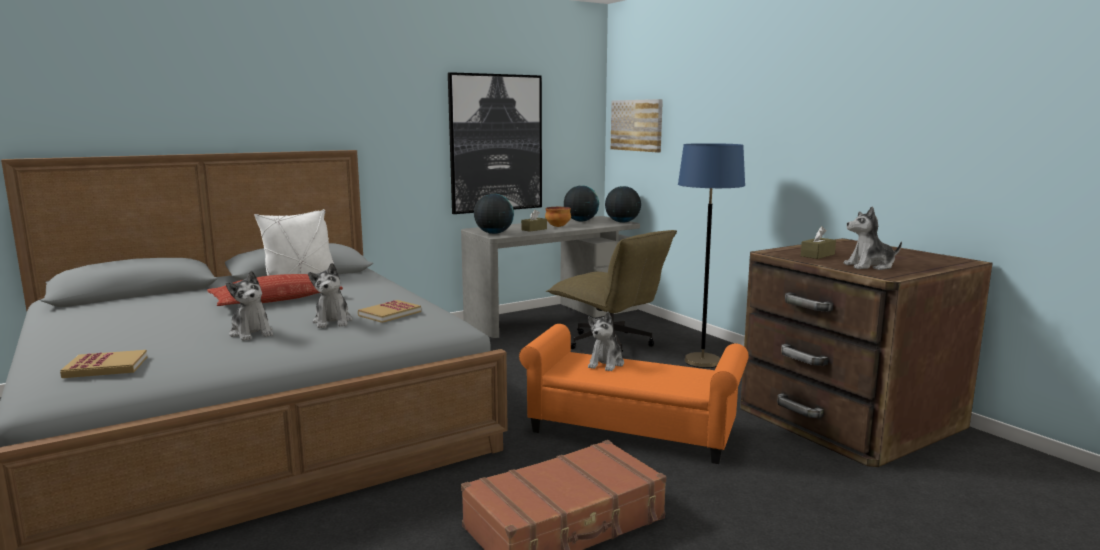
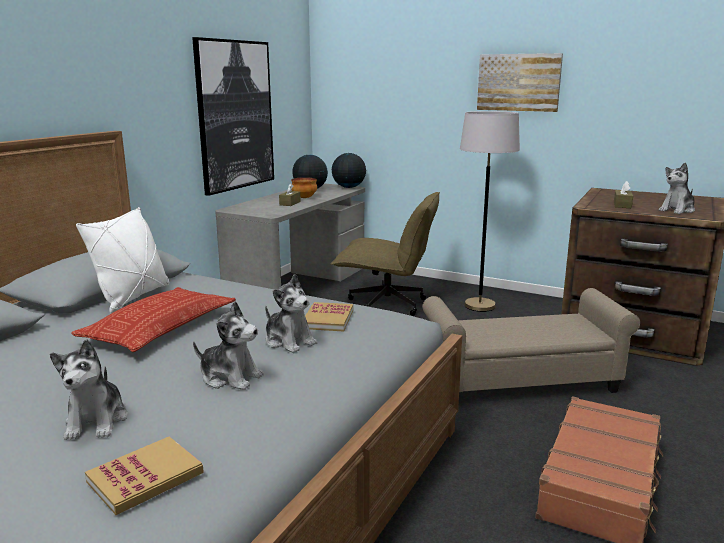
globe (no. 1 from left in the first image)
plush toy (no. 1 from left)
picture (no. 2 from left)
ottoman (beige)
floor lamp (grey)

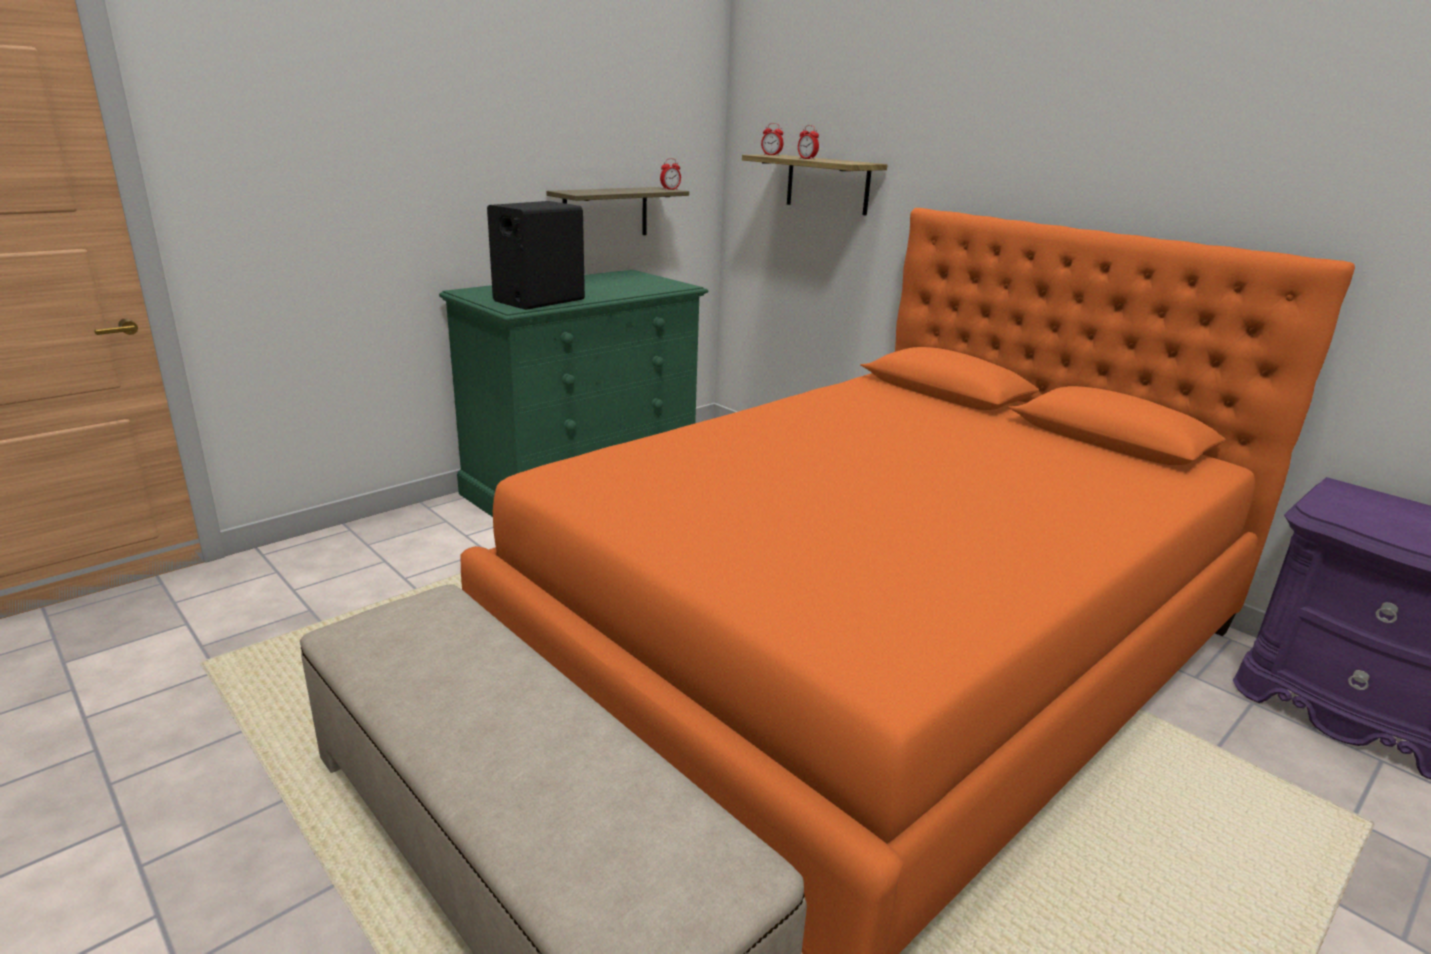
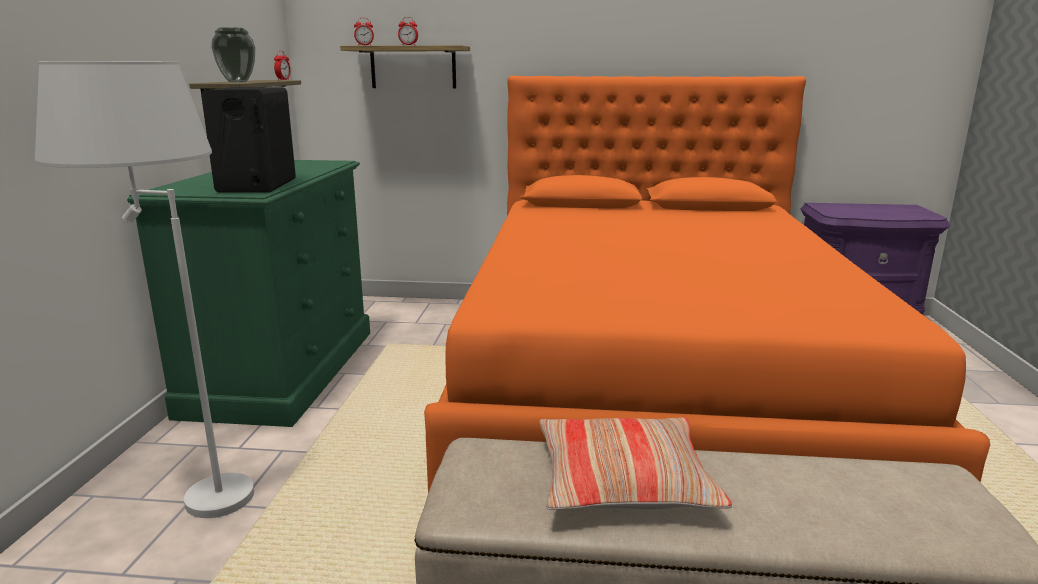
floor lamp (white)
vase
pillow

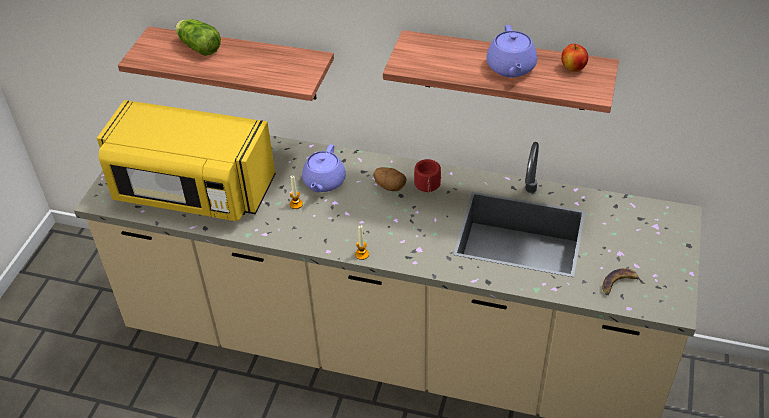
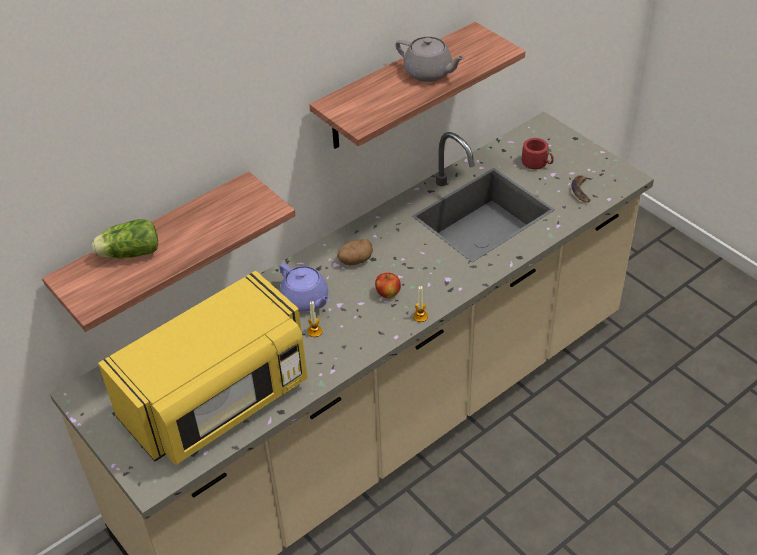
mug (red)
apple
teapot (grey)

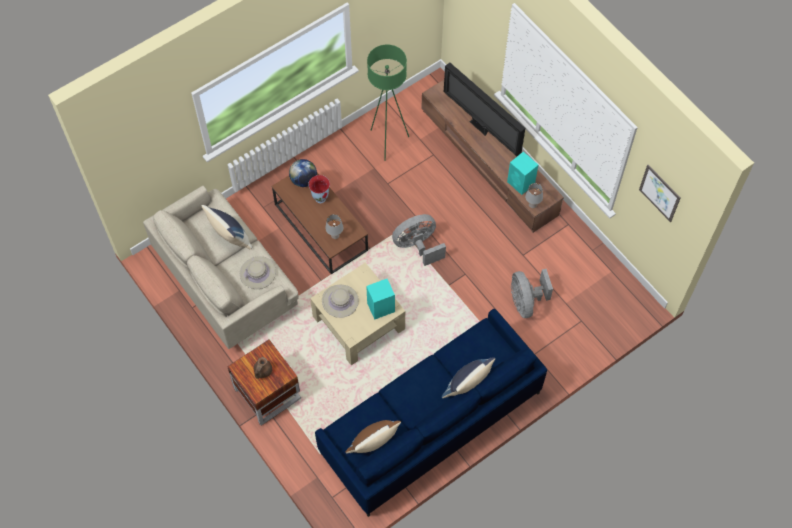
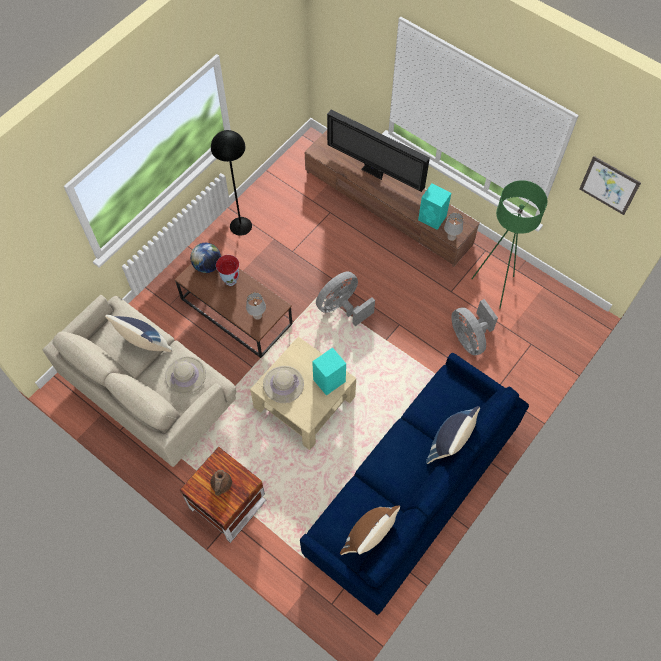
floor lamp (black)
floor lamp (green)

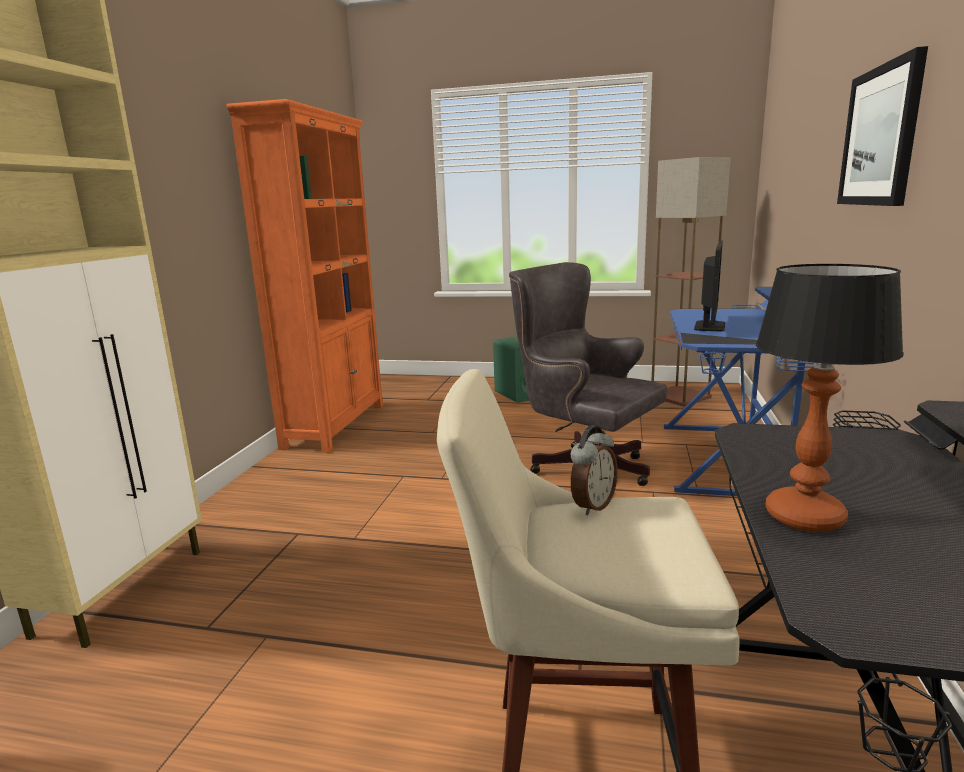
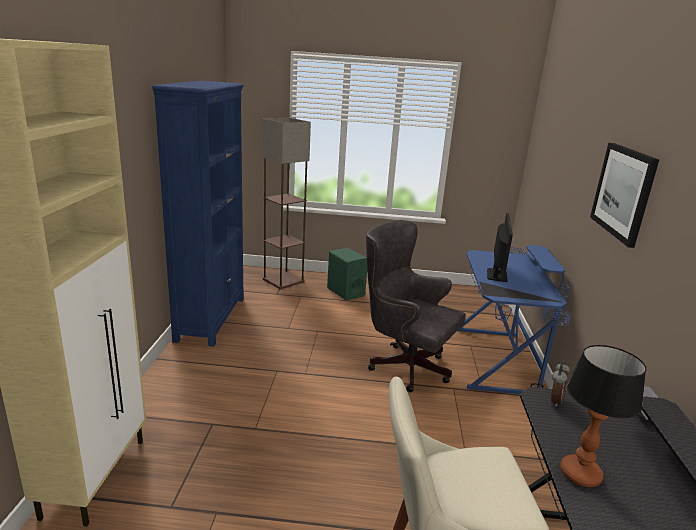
alarm clock
floor lamp
bookcase (blue)

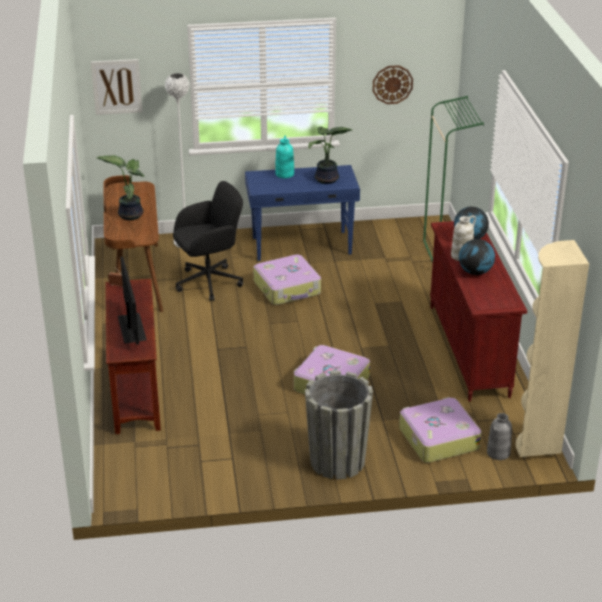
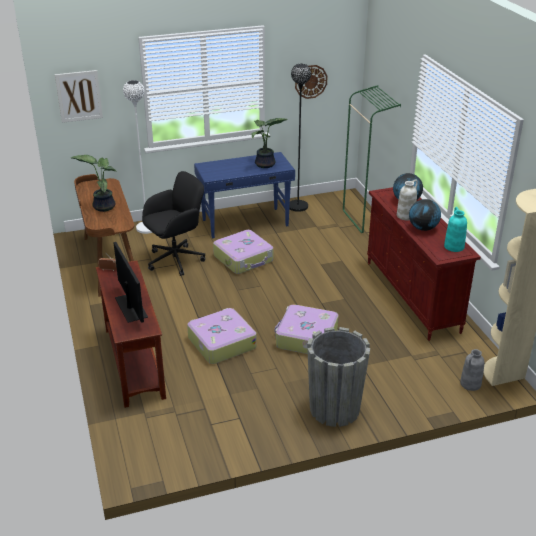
floor lamp (black)
vase (turquoise)
suitcase (no. 1 from left)

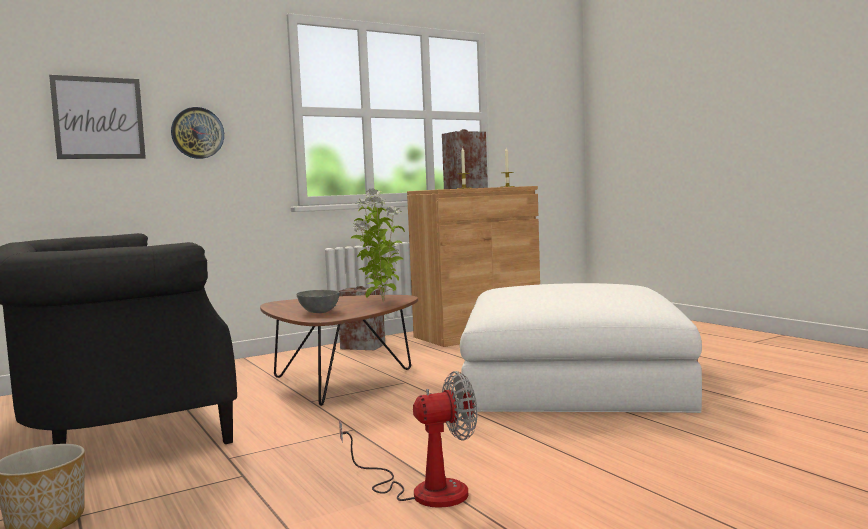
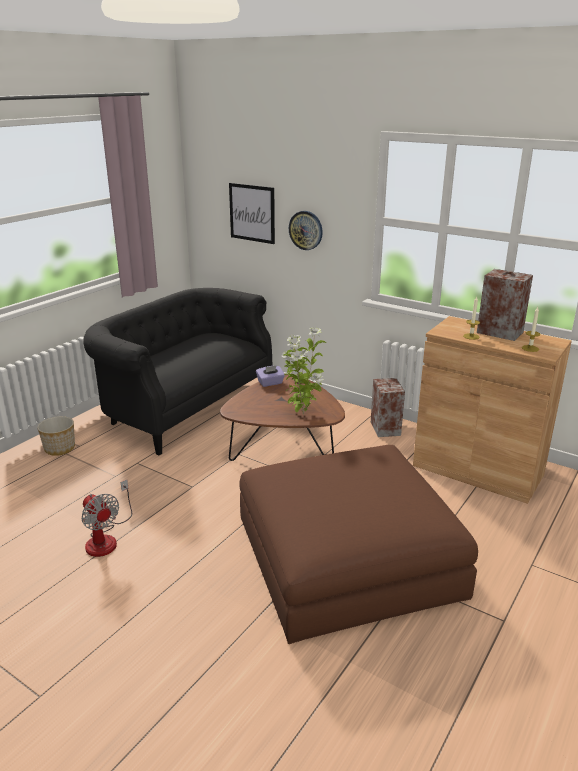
bowl (grey)
tissue box (purple)
ottoman (brown)

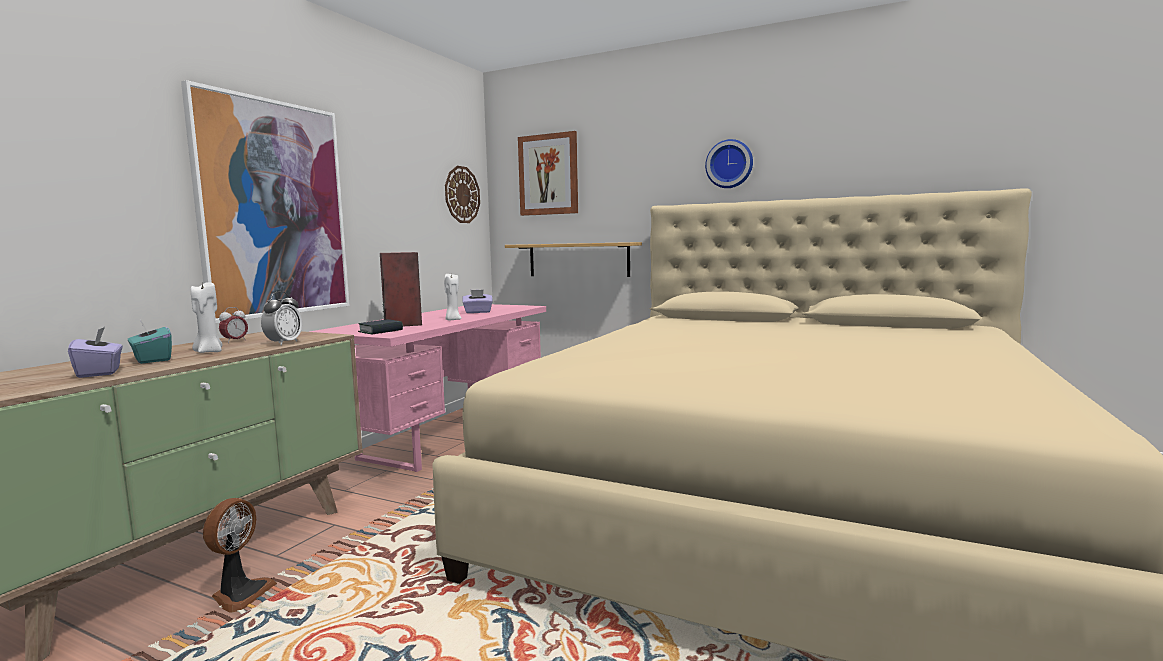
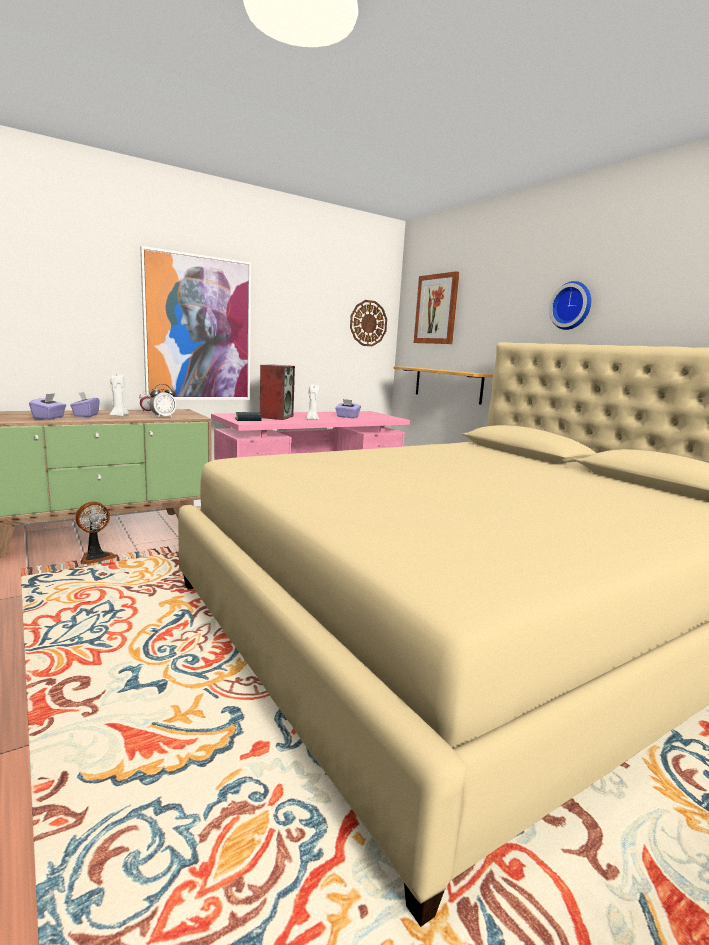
tissue box (purple) (no. 2 from left)

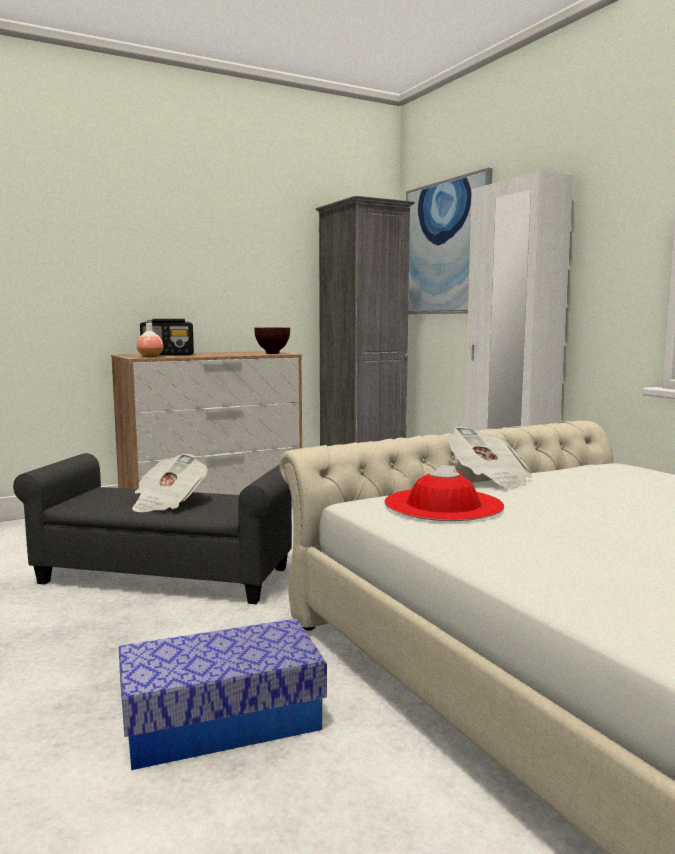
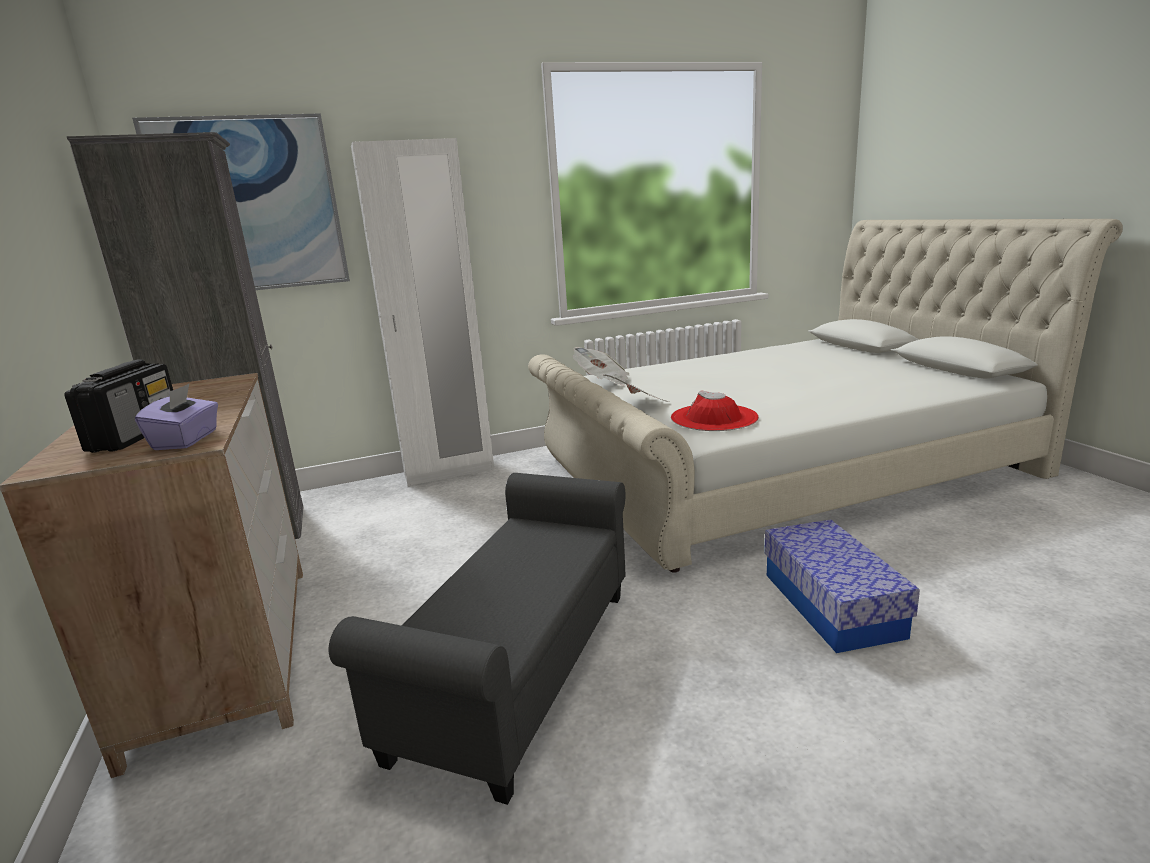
bowl (brown)
newspaper (no. 1 from left)
tissue box (purple)

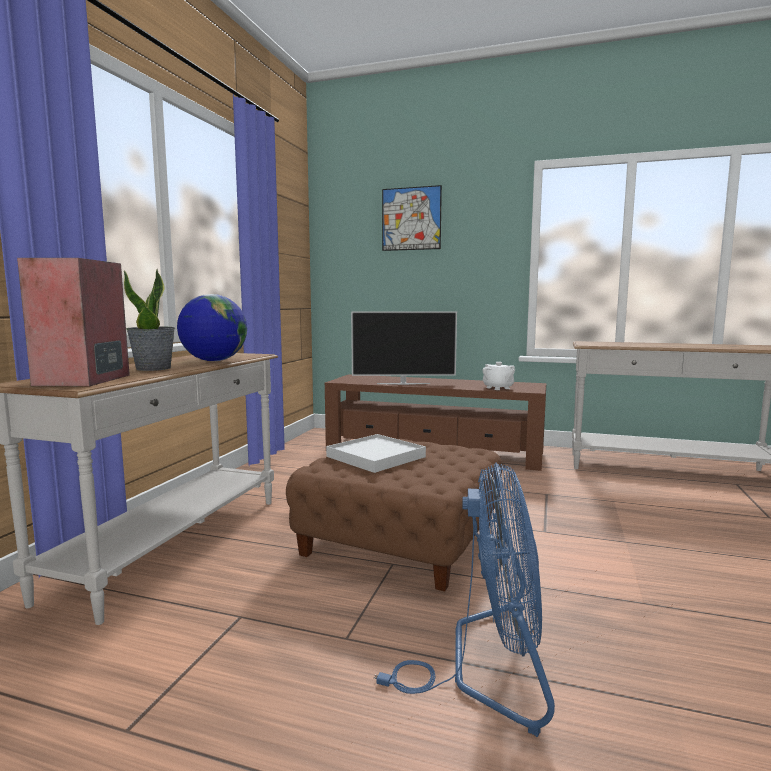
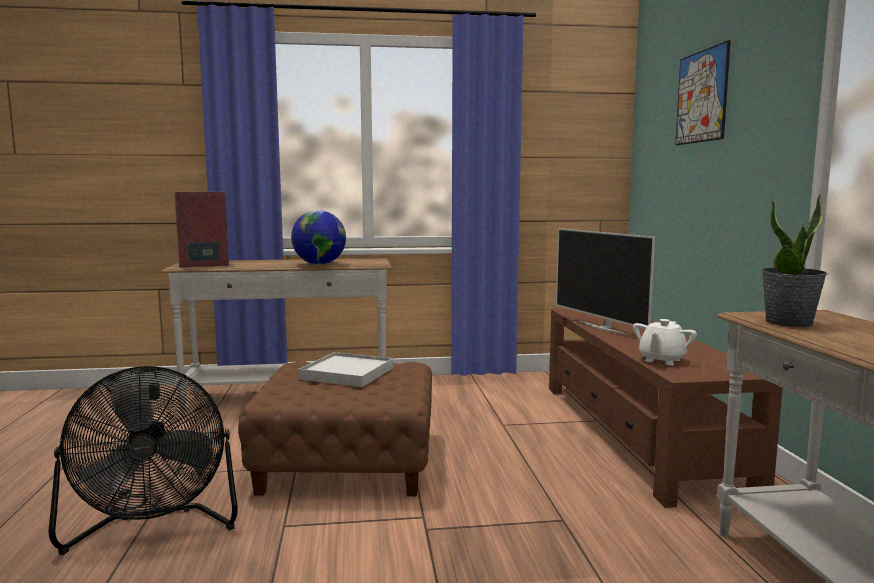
potted plant
fan (black)

